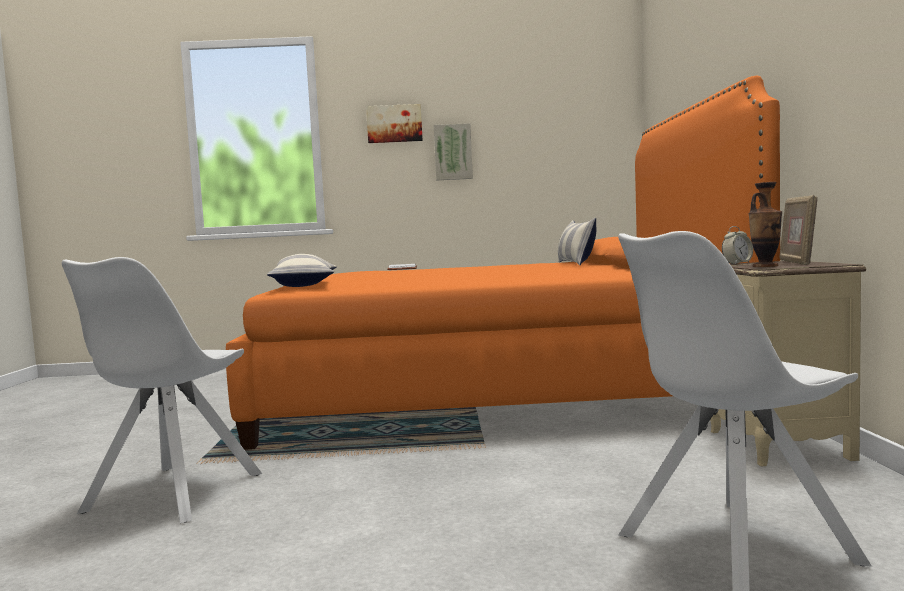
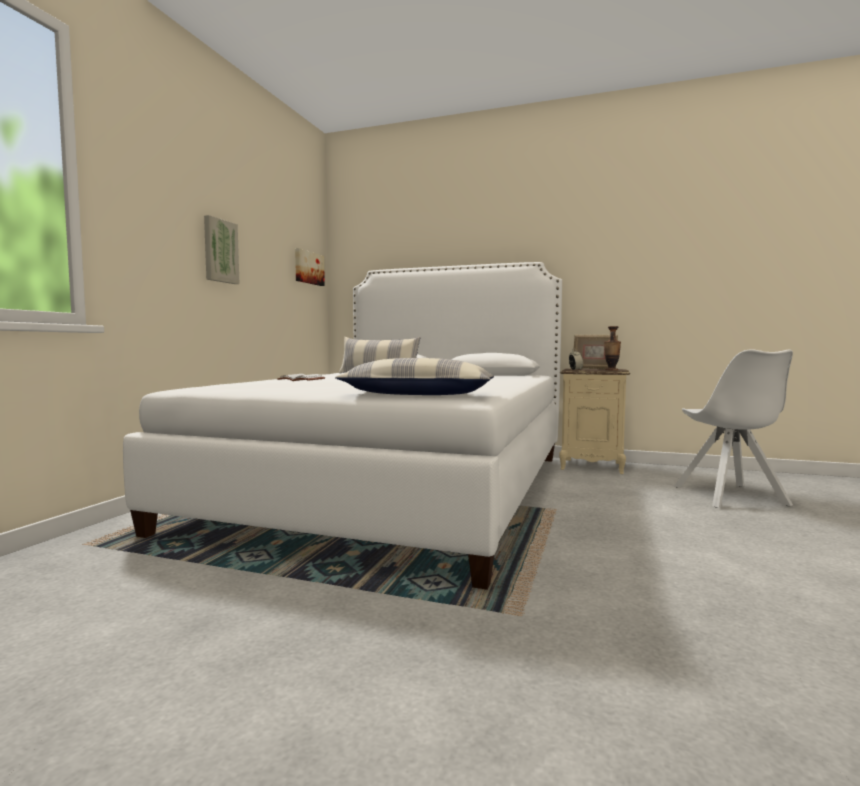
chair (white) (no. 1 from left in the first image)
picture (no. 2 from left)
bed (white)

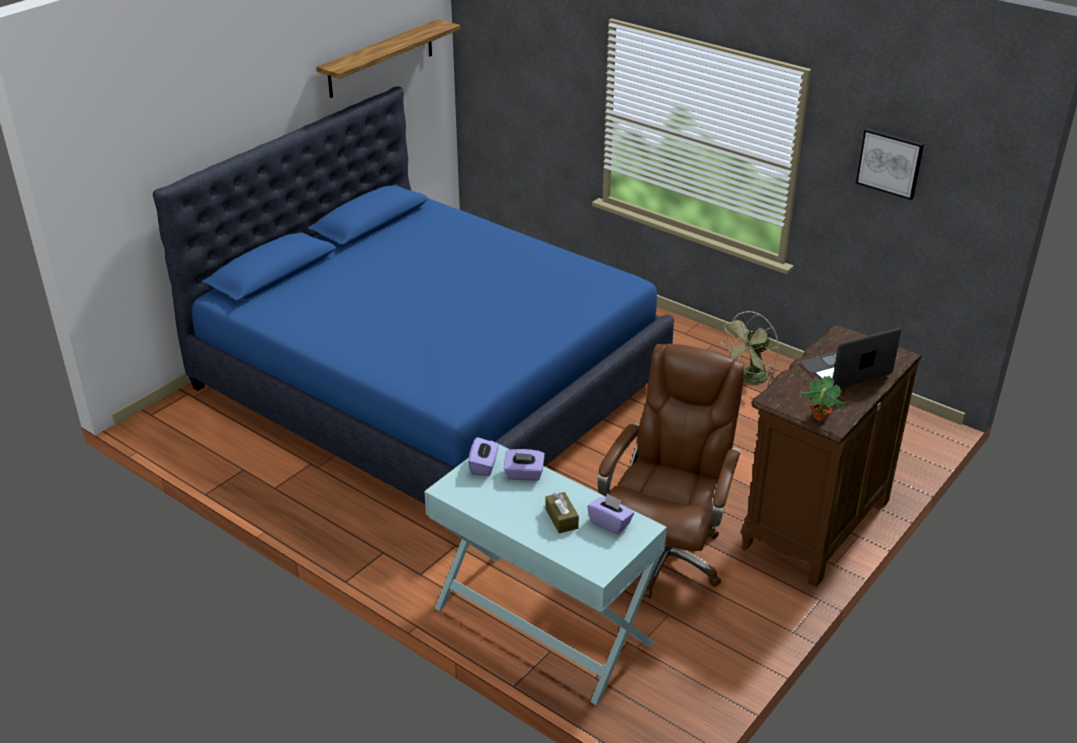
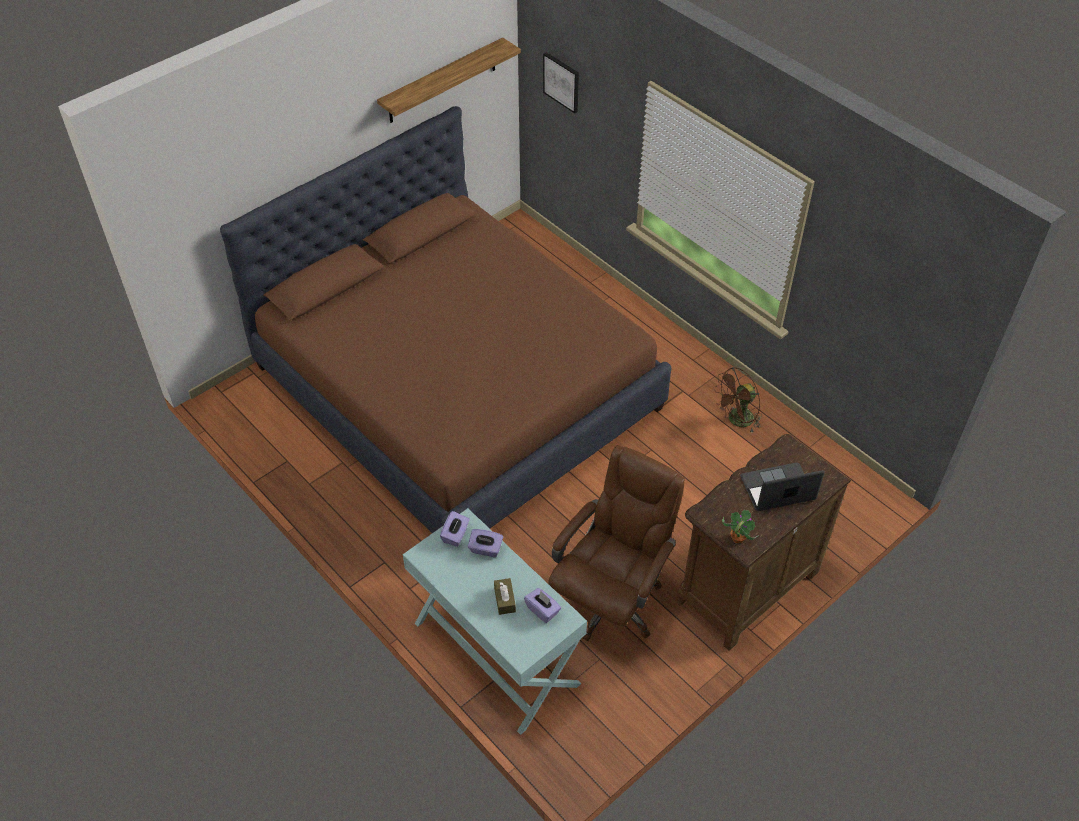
picture
bed (brown)
fan (brown)

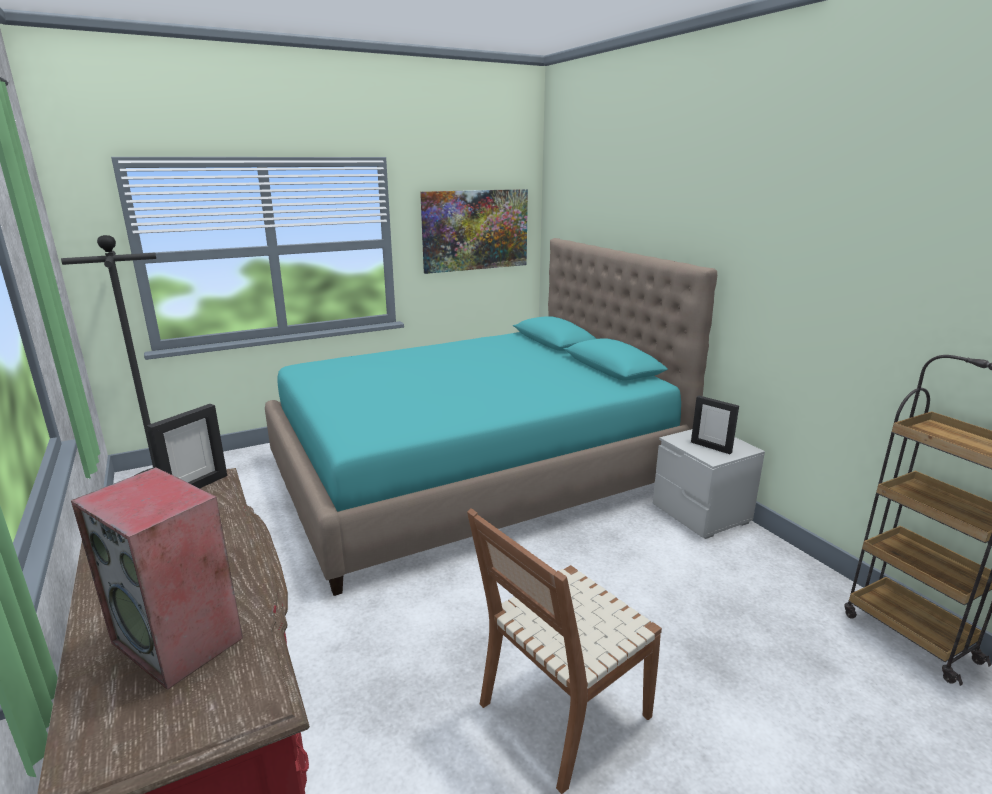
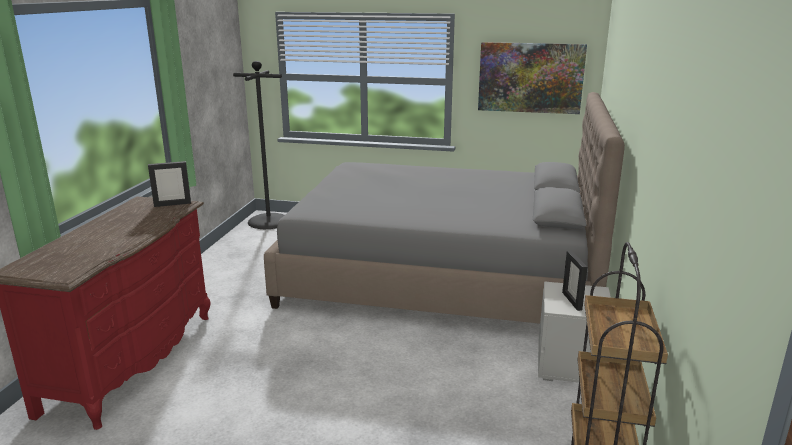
speaker
chair
bed (grey)

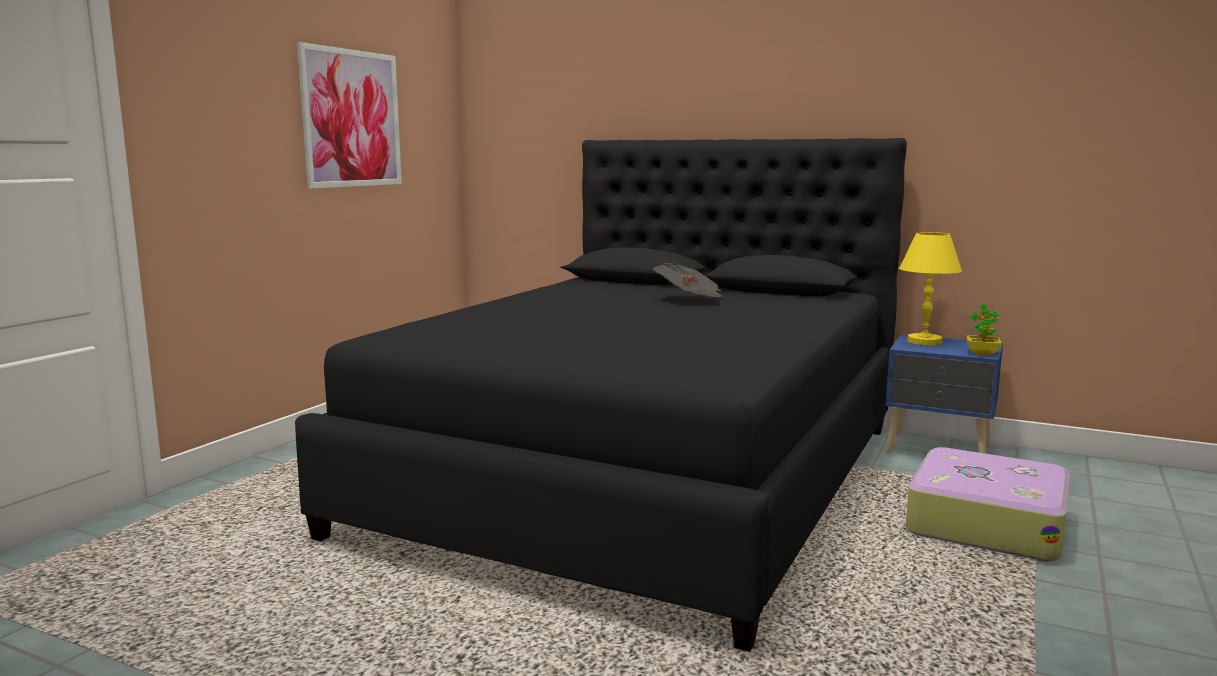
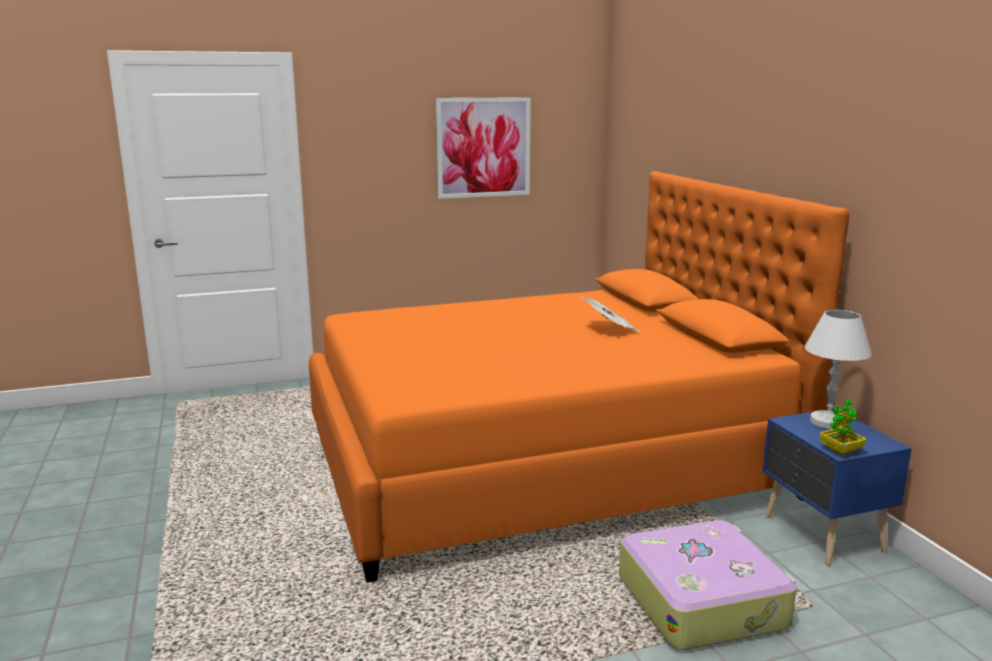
bed (orange)
table lamp (white)

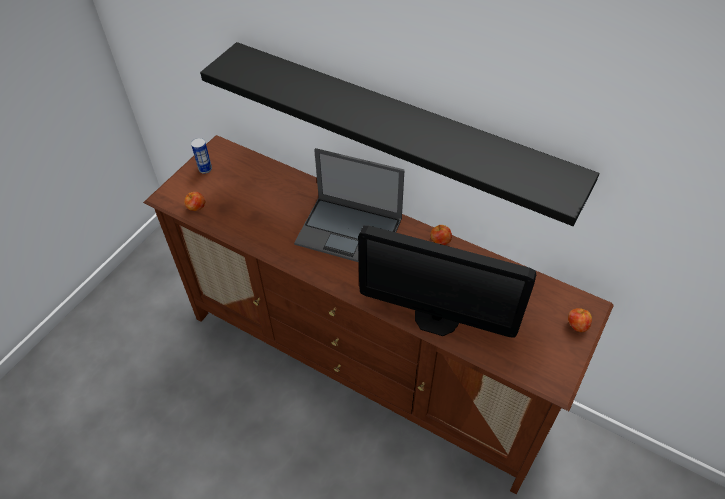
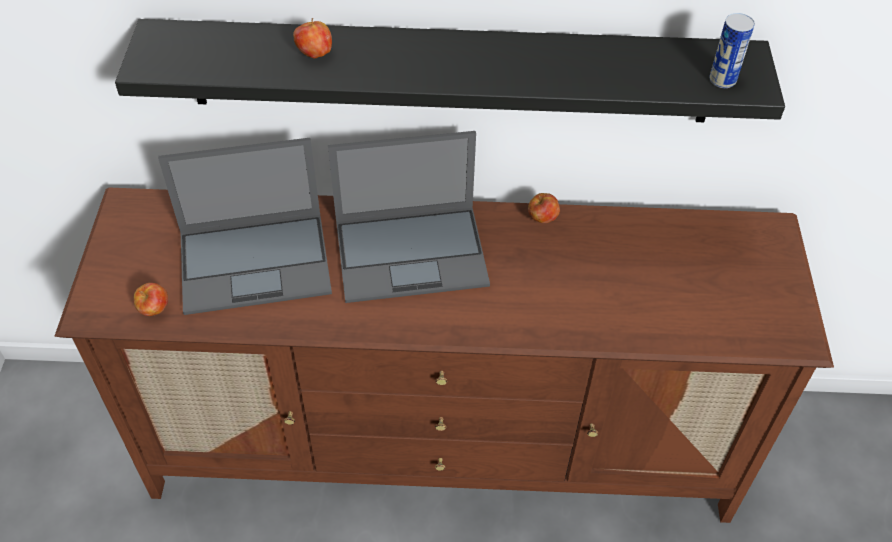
monitor
laptop (no. 1 from left)
can
apple (no. 2 from left)

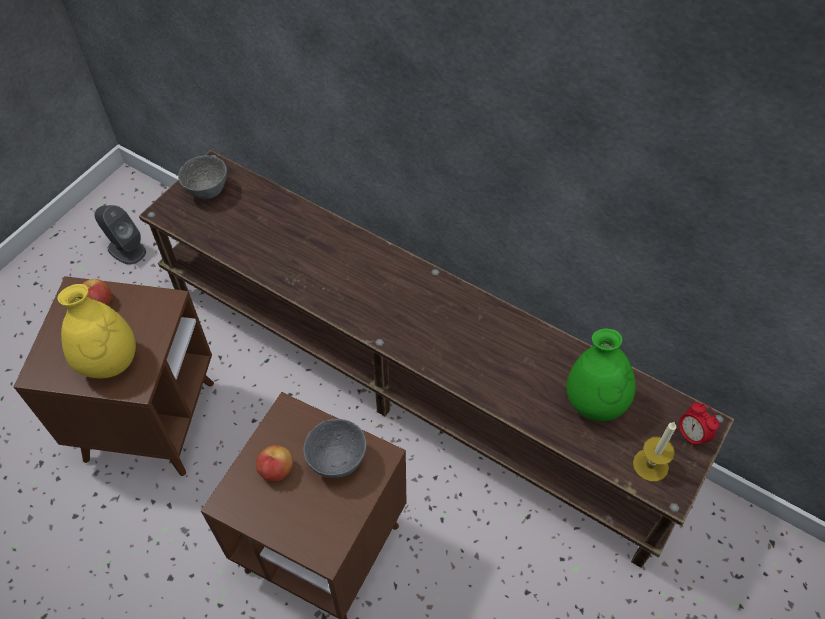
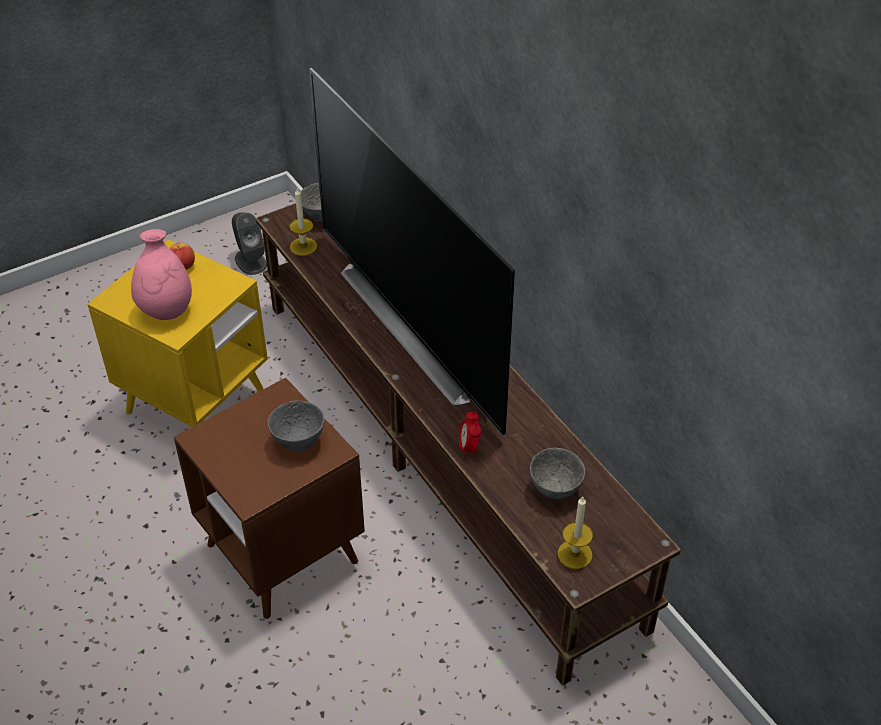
apple (no. 2 from left in the first image)
candle (no. 1 from left)
television
alarm clock
bowl (grey) (no. 3 from left)
side table (yellow)
vase (pink)

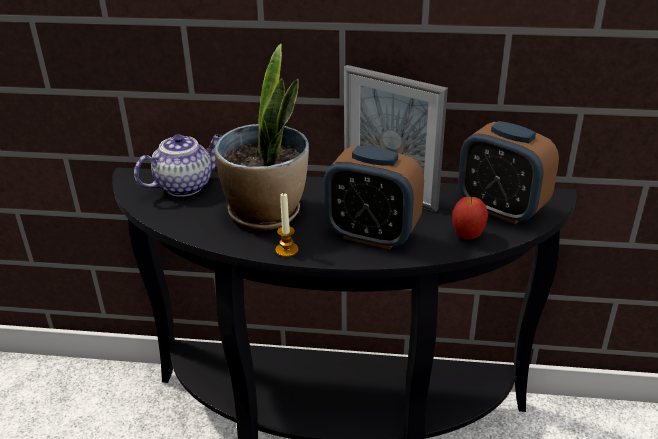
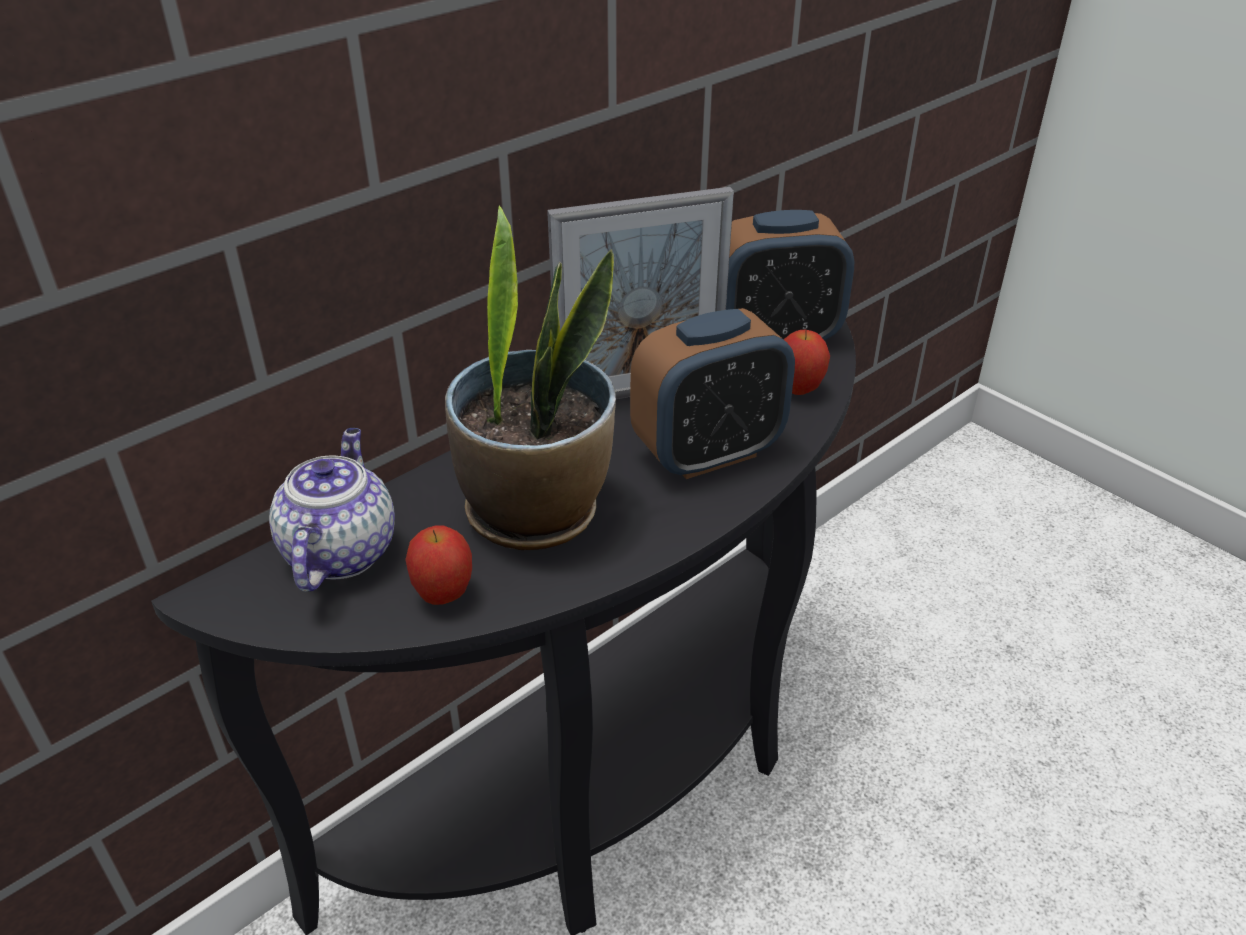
candle
apple (no. 1 from left)

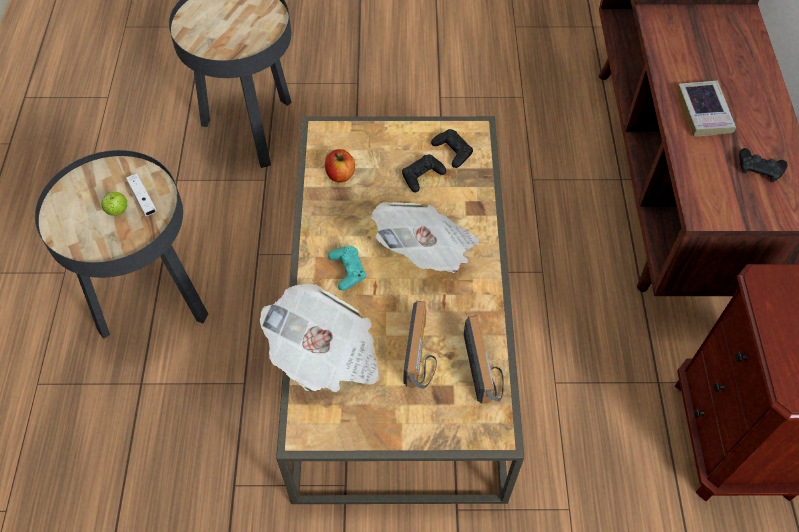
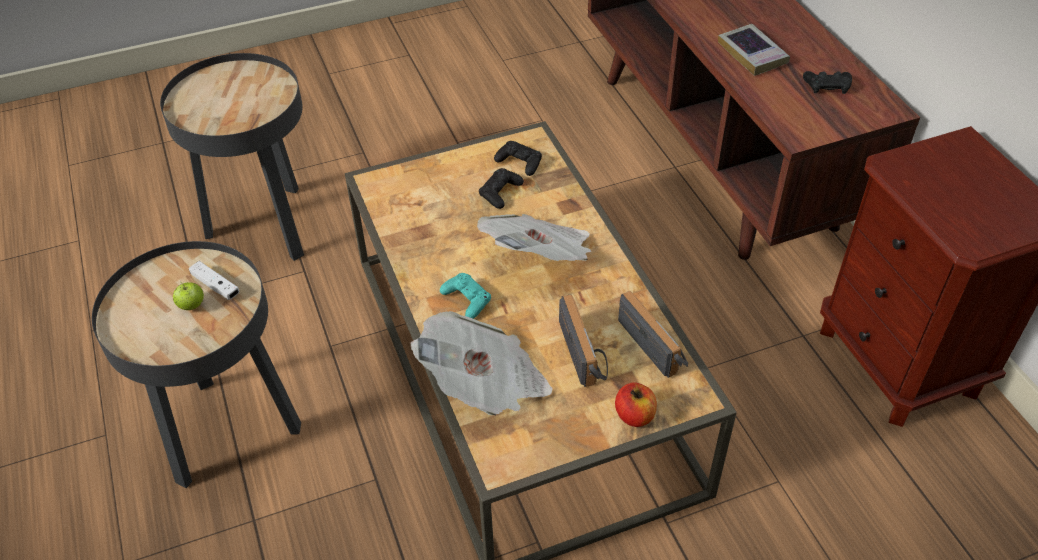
apple (no. 2 from left)

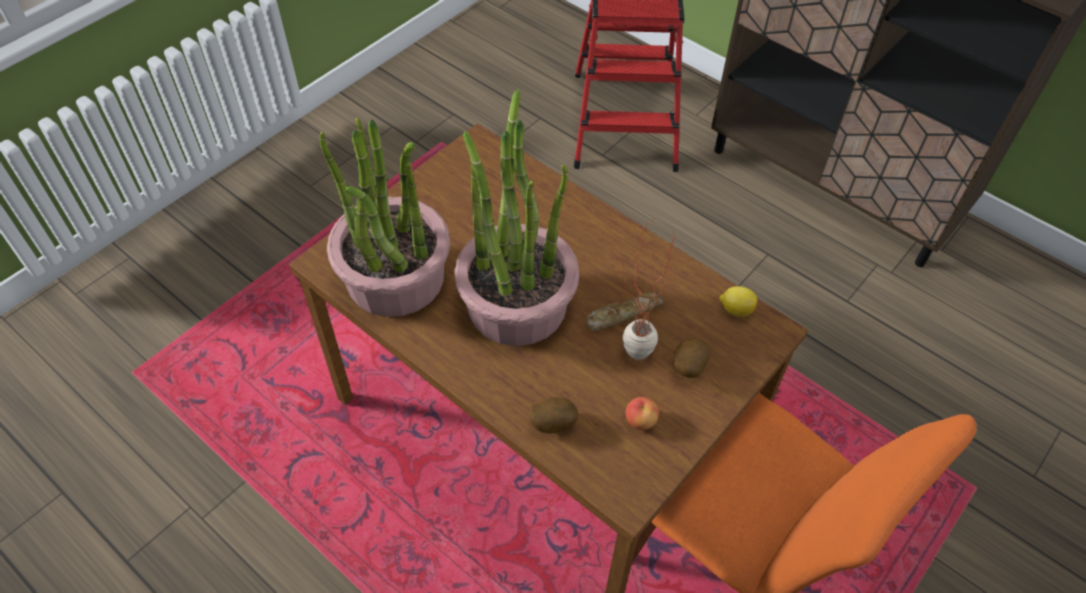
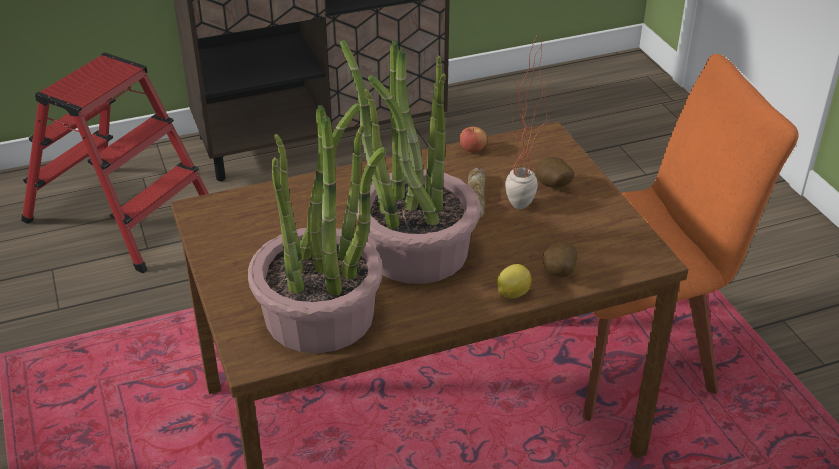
apple
lemon

